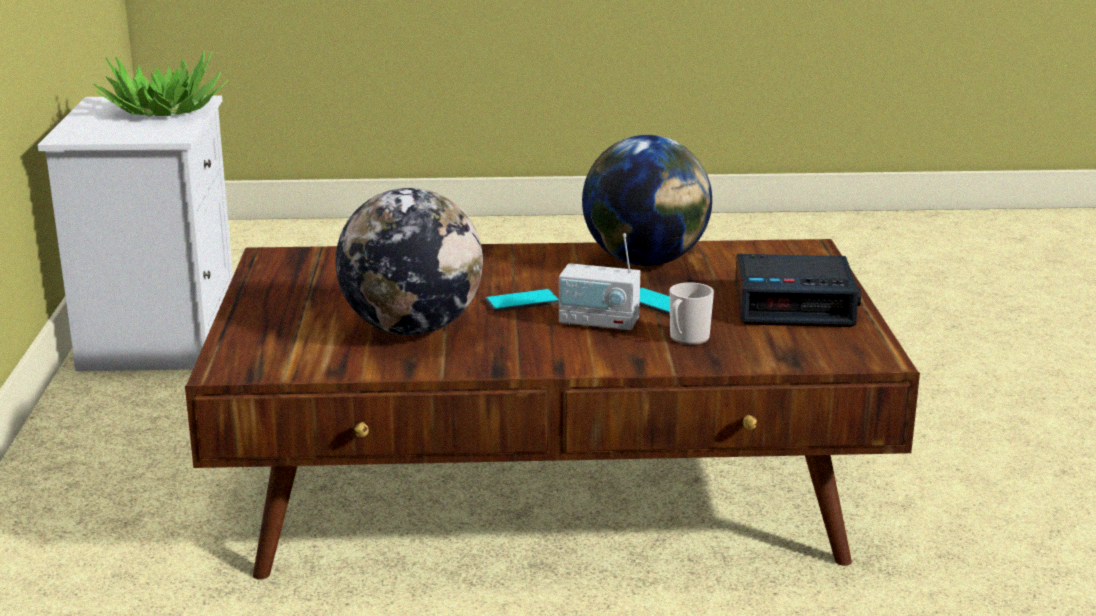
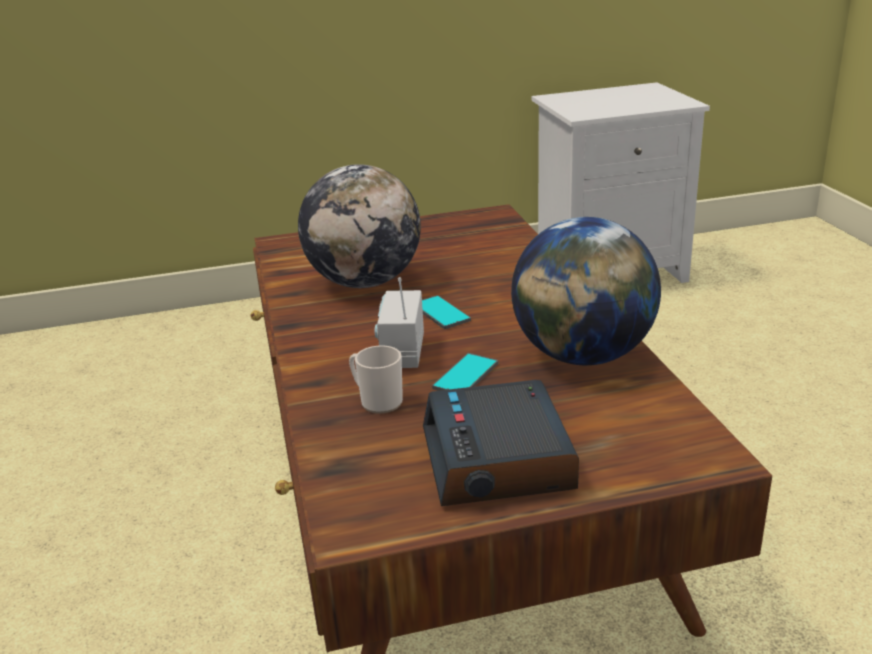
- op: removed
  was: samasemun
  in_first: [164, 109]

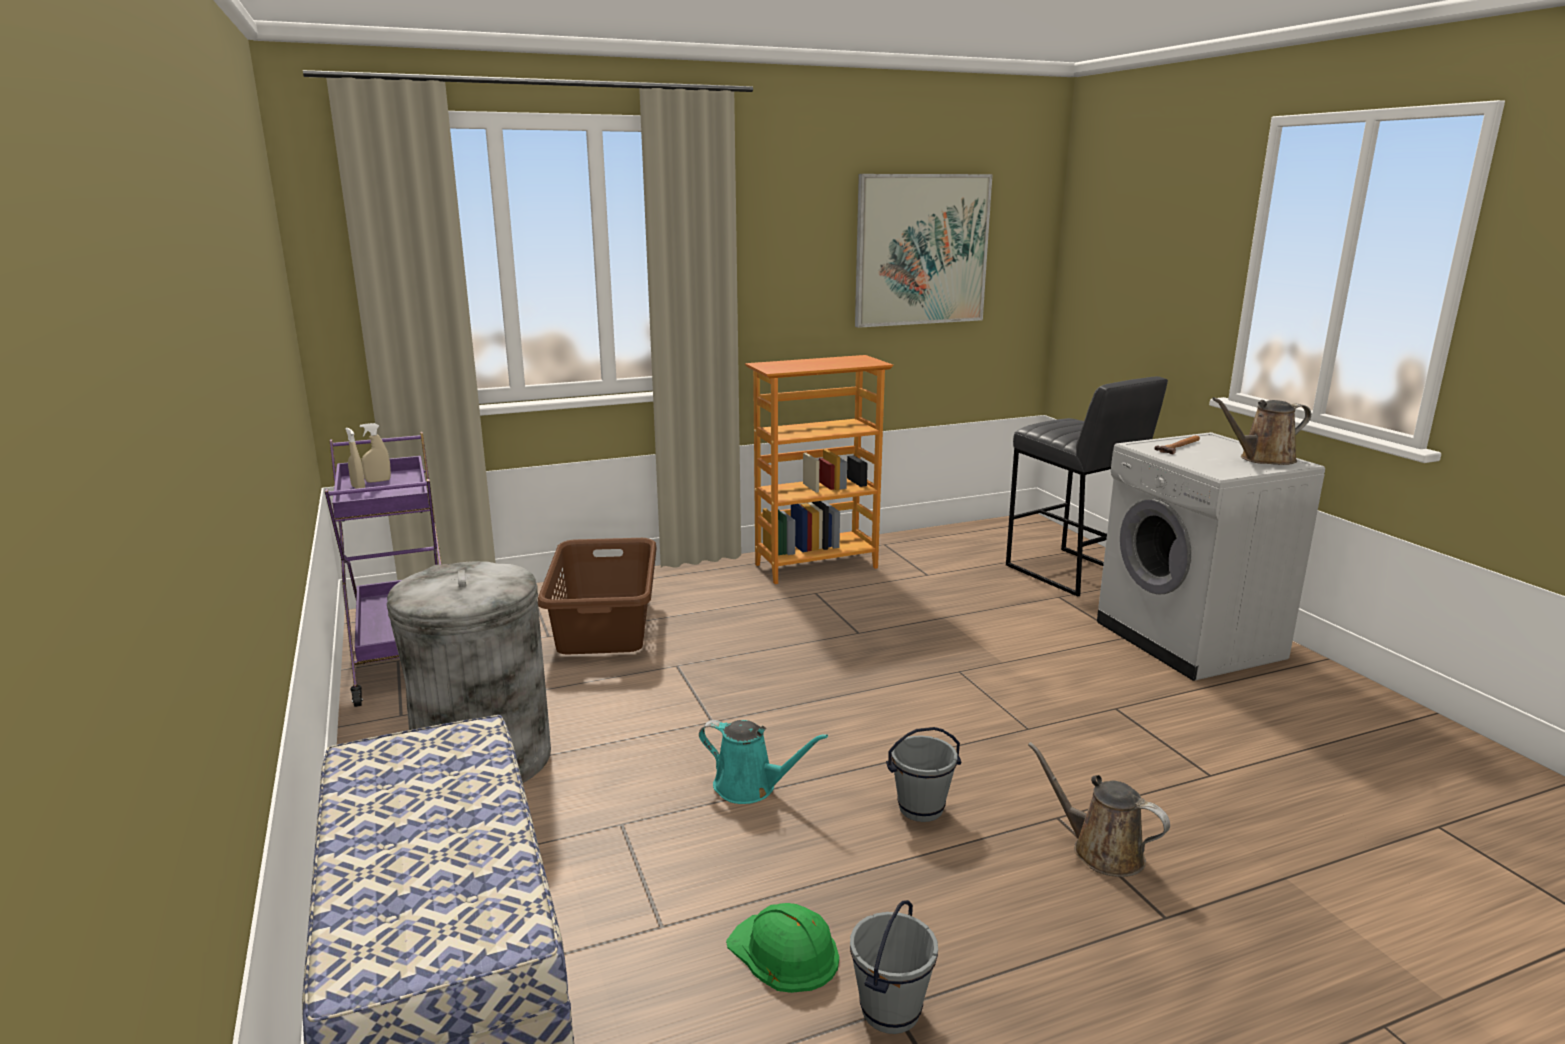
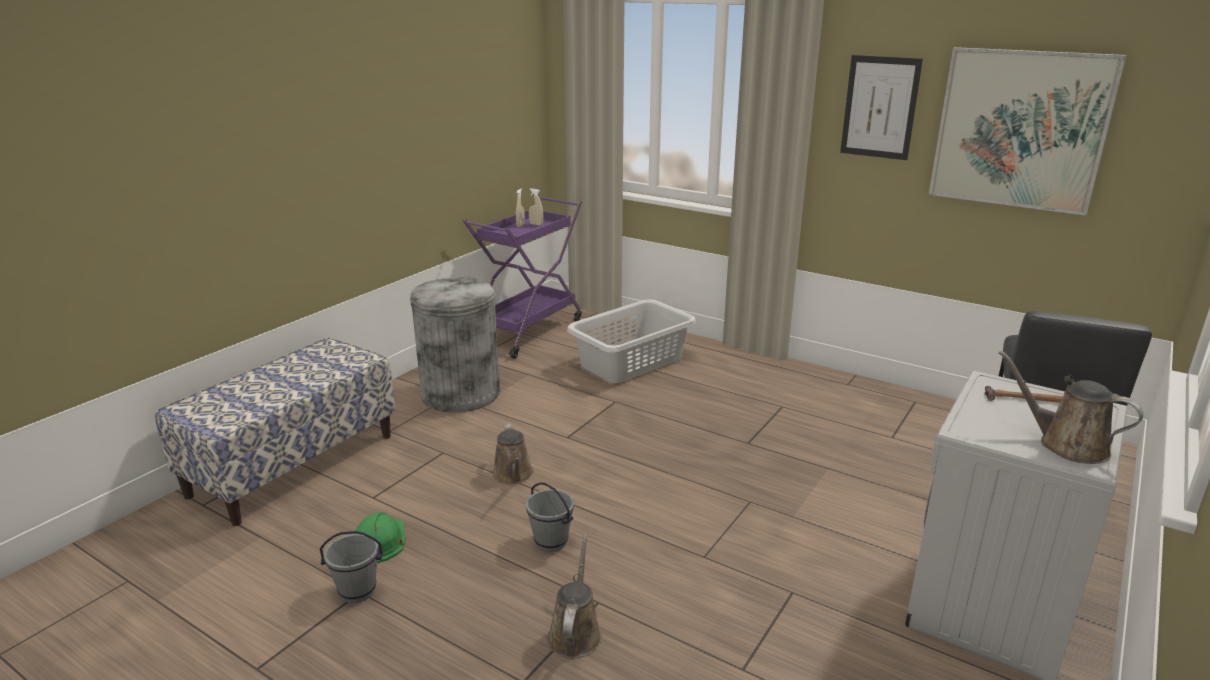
- op: recoloured
  was: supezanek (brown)
  now: supezanek (grey)
  in_first: [603, 625]
  in_second: [630, 362]
- op: recoloured
  was: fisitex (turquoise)
  now: fisitex (brown)
  in_first: [750, 787]
  in_second: [513, 475]
- op: removed
  was: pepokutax
  in_first: [816, 565]
- op: added
  now: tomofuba
  in_second: [880, 107]

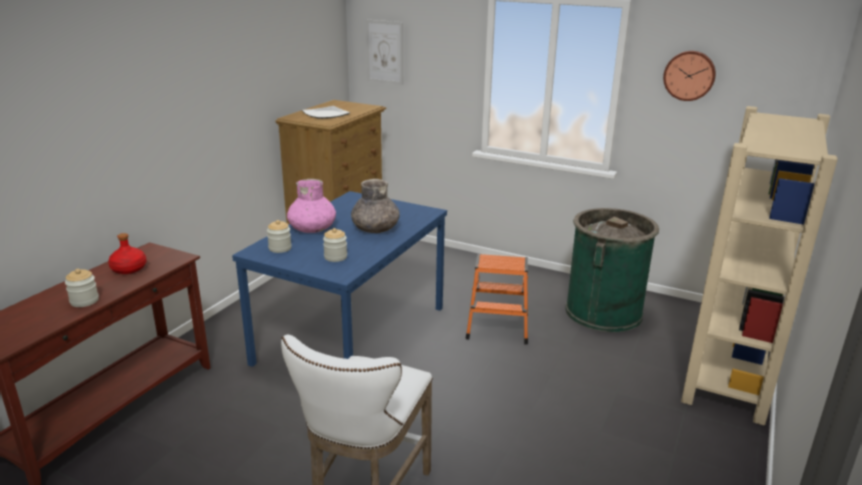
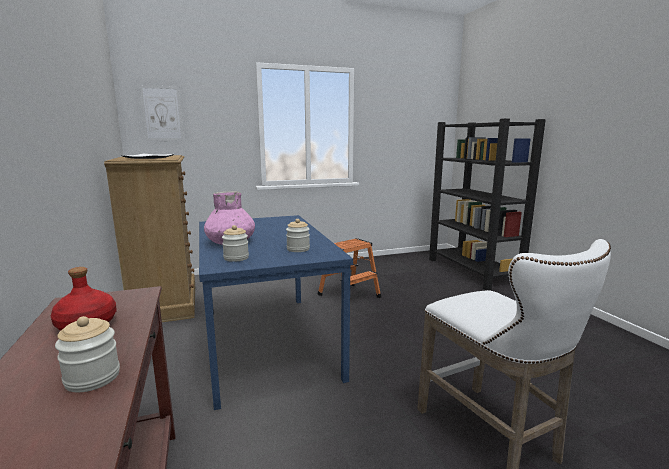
- op: removed
  was: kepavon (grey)
  in_first: [375, 229]
- op: removed
  was: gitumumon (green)
  in_first: [603, 312]
- op: removed
  was: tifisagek
  in_first: [689, 75]
- op: recoloured
  was: pepokutax (beige)
  now: pepokutax (black)
  in_first: [729, 369]
  in_second: [472, 271]

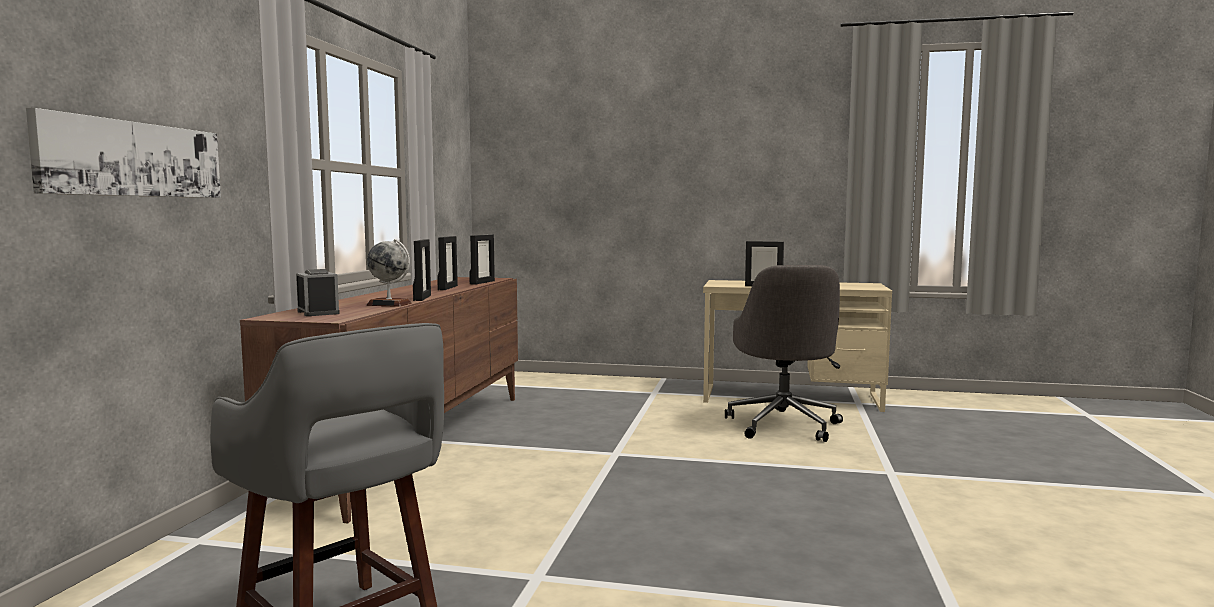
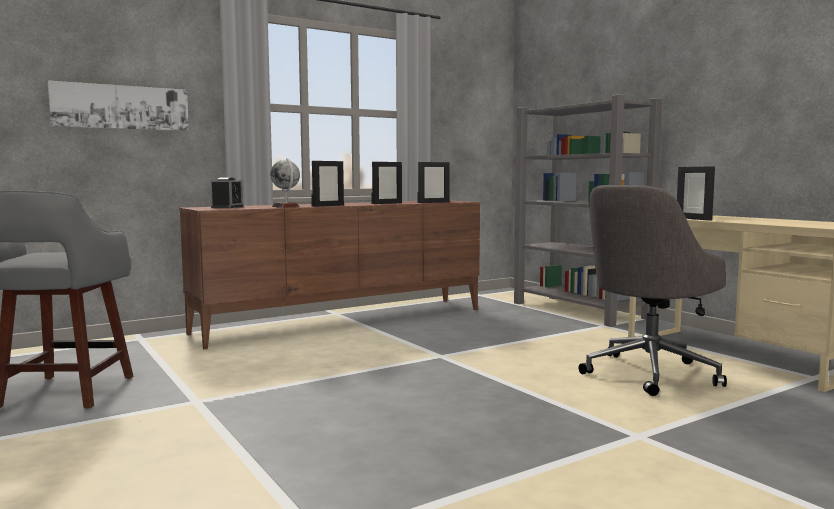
- op: added
  now: pepokutax (grey)
  in_second: [579, 310]

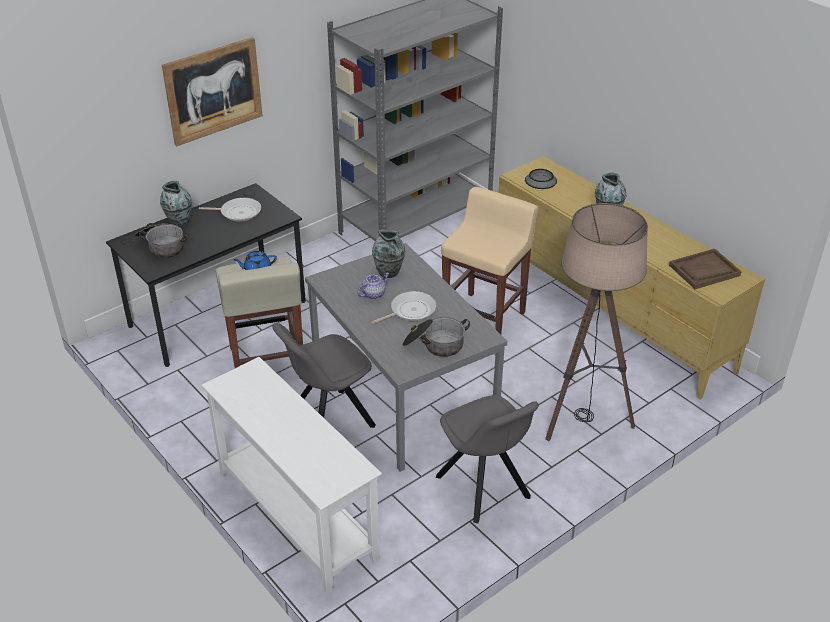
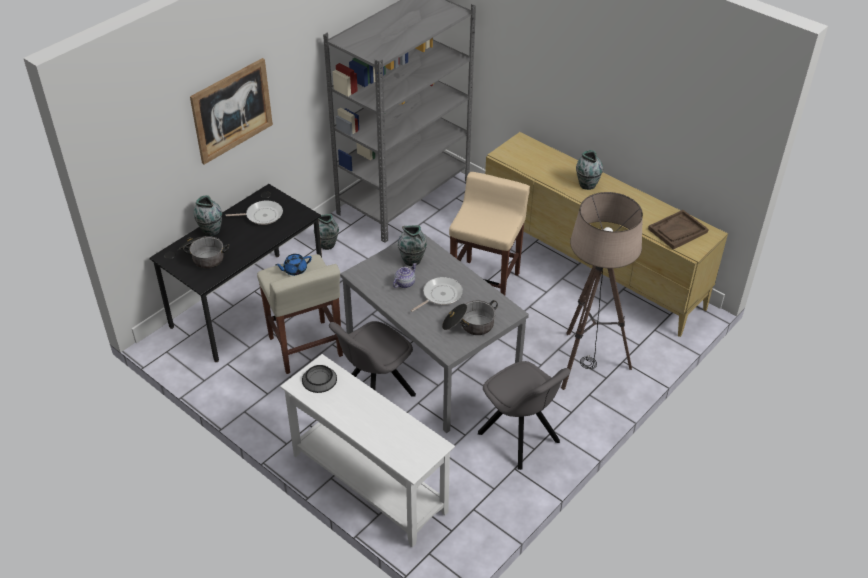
- op: moved
  was: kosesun
  in_first: [540, 180]
  in_second: [319, 379]
- op: added
  now: kepavon
  in_second: [327, 245]

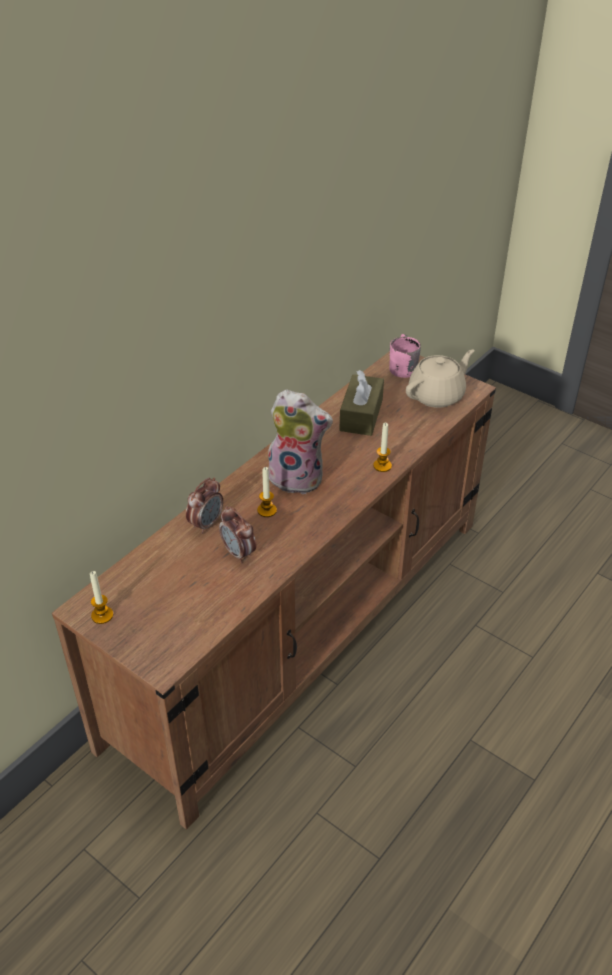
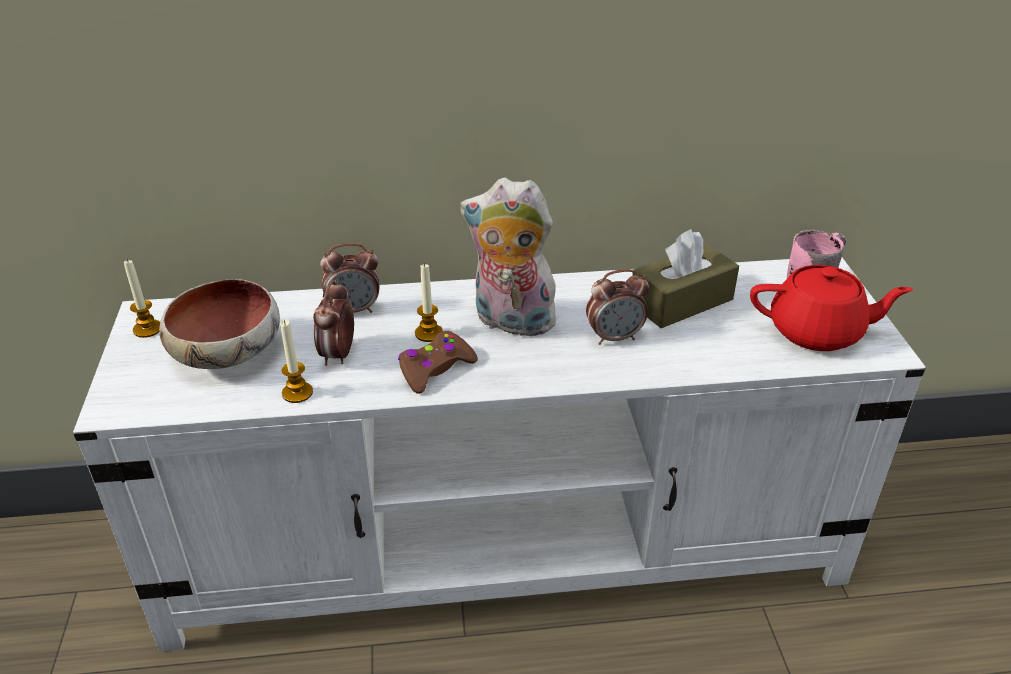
- op: recoloured
  was: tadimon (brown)
  now: tadimon (white)
  in_first: [304, 626]
  in_second: [508, 547]
- op: turned
  was: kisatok
  in_first: [298, 477]
  in_second: [510, 322]
  clockwise: 135
- op: moved
  was: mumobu
  in_first: [382, 466]
  in_second: [297, 393]
- op: recoloured
  was: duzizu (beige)
  now: duzizu (red)
  in_first: [437, 395]
  in_second: [817, 332]
- op: added
  now: kosesun
  in_second: [228, 352]
- op: added
  now: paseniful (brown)
  in_second: [435, 369]
- op: added
  now: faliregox
  in_second: [615, 337]

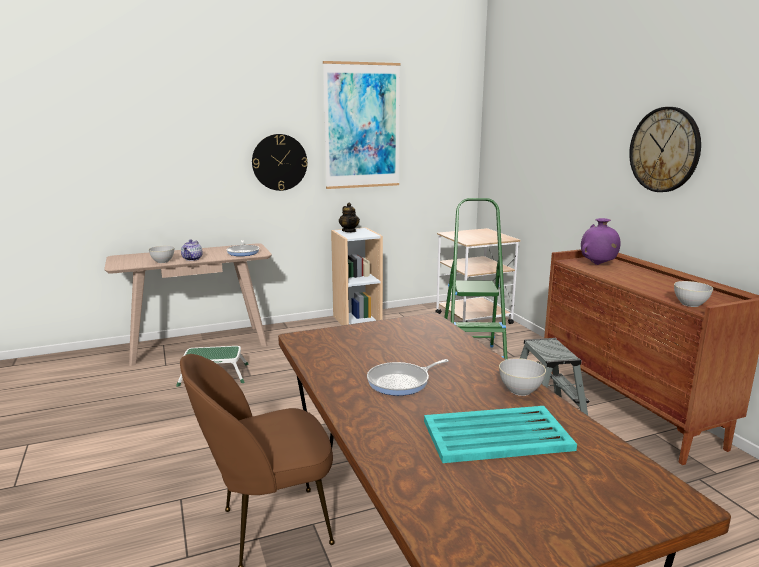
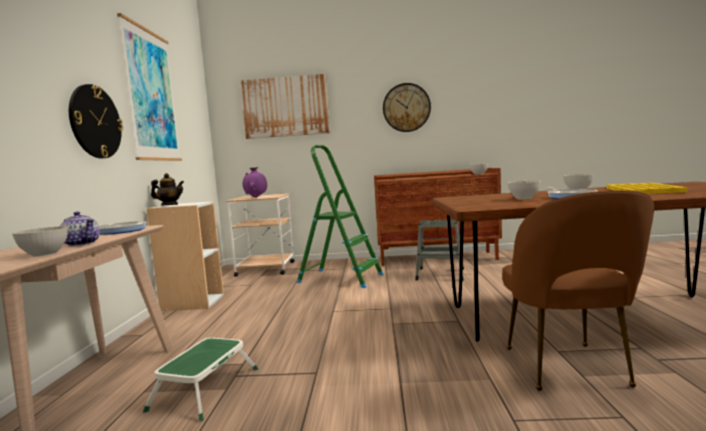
- op: recoloured
  was: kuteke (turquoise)
  now: kuteke (yellow)
  in_first: [498, 435]
  in_second: [642, 190]
- op: moved
  was: kepavon (purple)
  in_first: [597, 264]
  in_second: [256, 197]
- op: added
  now: tomofuba
  in_second: [286, 107]
- op: added
  now: kosesun (grey)
  in_second: [524, 198]

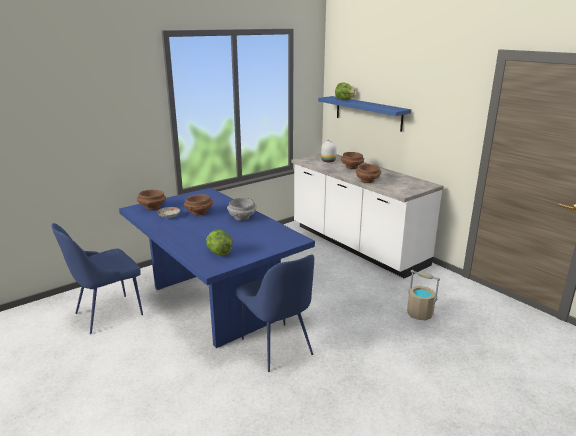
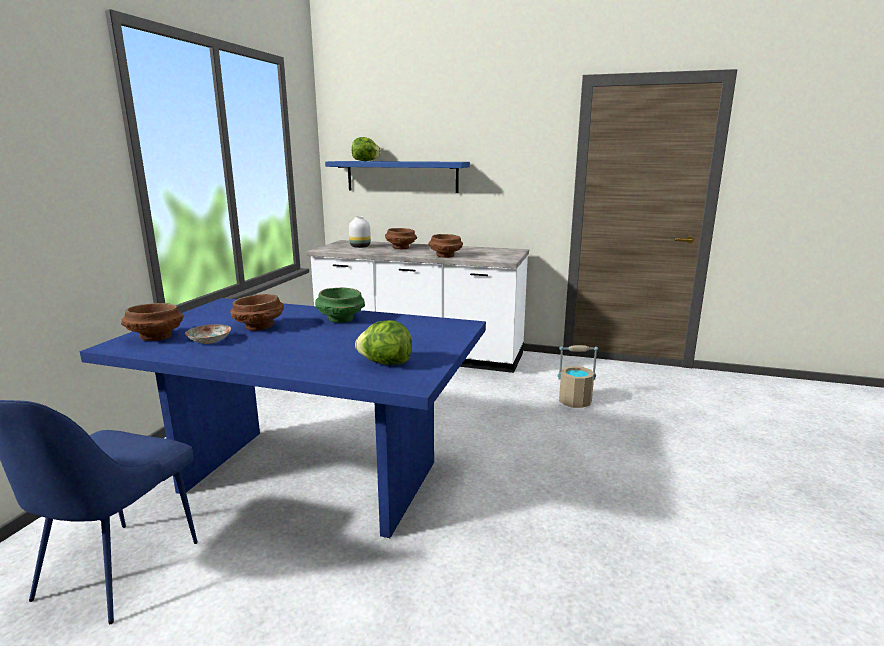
- op: recoloured
  was: kosesun (grey)
  now: kosesun (green)
  in_first: [242, 218]
  in_second: [341, 319]
- op: removed
  was: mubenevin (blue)
  in_first: [277, 346]

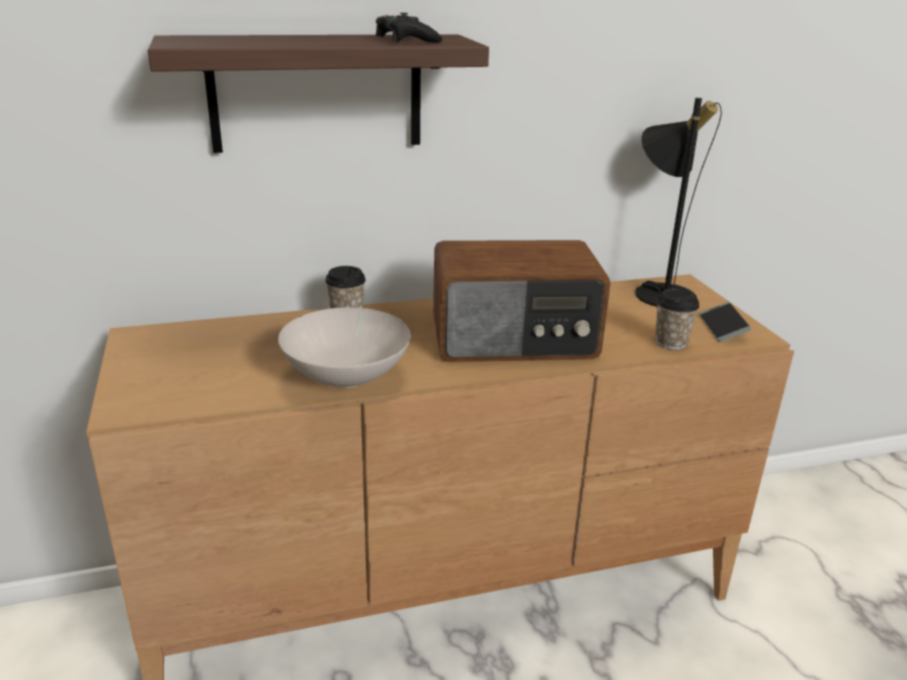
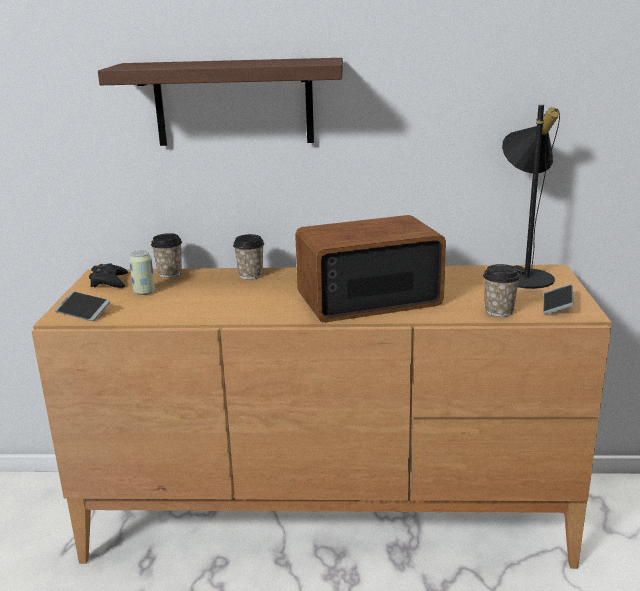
- op: removed
  was: kosesun (white)
  in_first: [349, 377]
- op: moved
  was: paseniful (black)
  in_first: [406, 39]
  in_second: [109, 281]
- op: turned
  was: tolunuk
  in_first: [514, 340]
  in_second: [367, 299]
  clockwise: 150
- op: added
  now: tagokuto
  in_second: [83, 312]
- op: added
  now: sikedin
  in_second: [144, 292]
- op: added
  now: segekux
  in_second: [170, 273]

